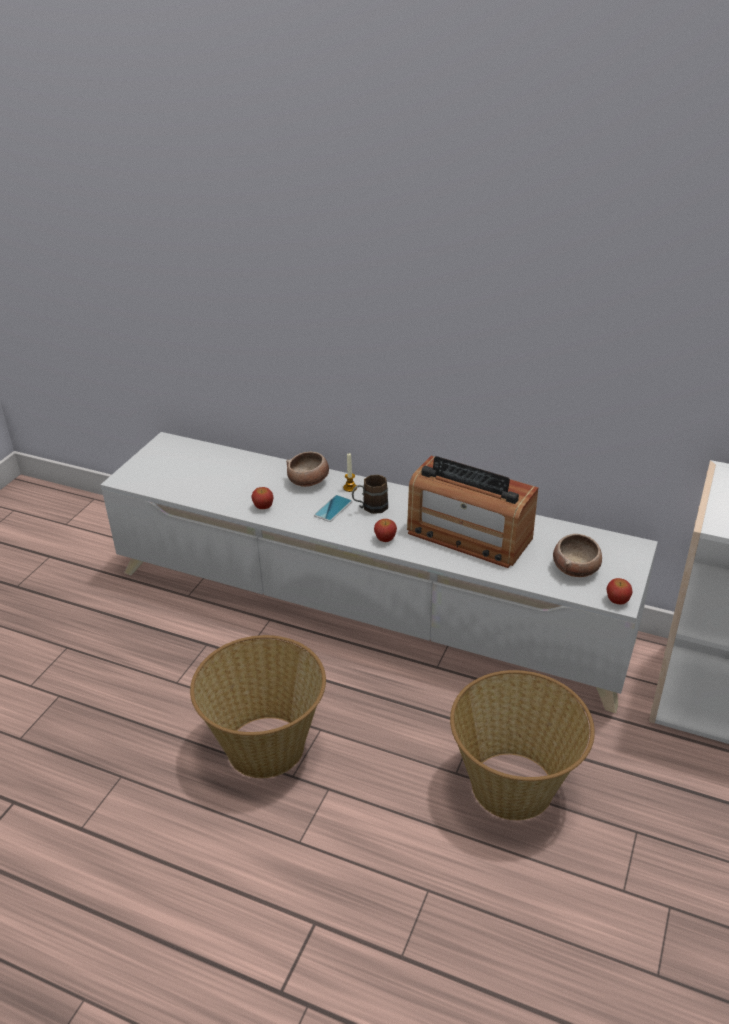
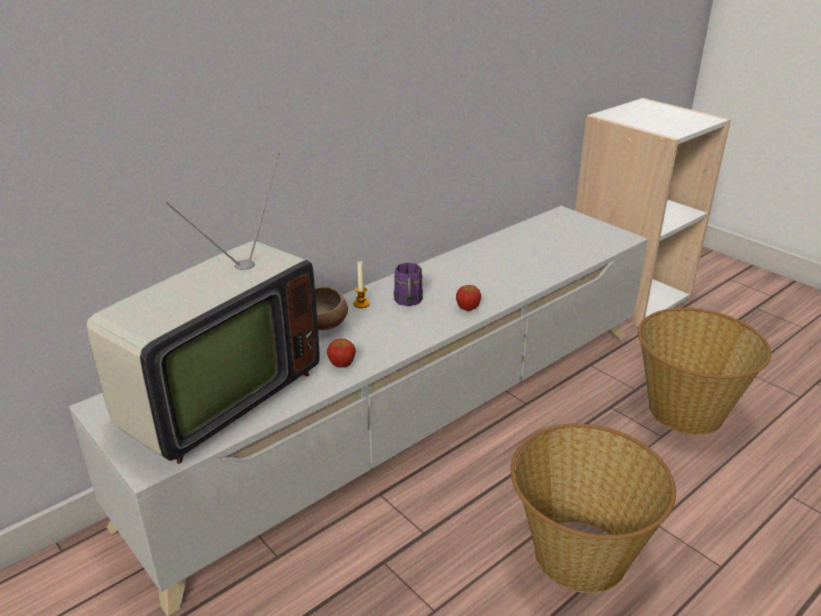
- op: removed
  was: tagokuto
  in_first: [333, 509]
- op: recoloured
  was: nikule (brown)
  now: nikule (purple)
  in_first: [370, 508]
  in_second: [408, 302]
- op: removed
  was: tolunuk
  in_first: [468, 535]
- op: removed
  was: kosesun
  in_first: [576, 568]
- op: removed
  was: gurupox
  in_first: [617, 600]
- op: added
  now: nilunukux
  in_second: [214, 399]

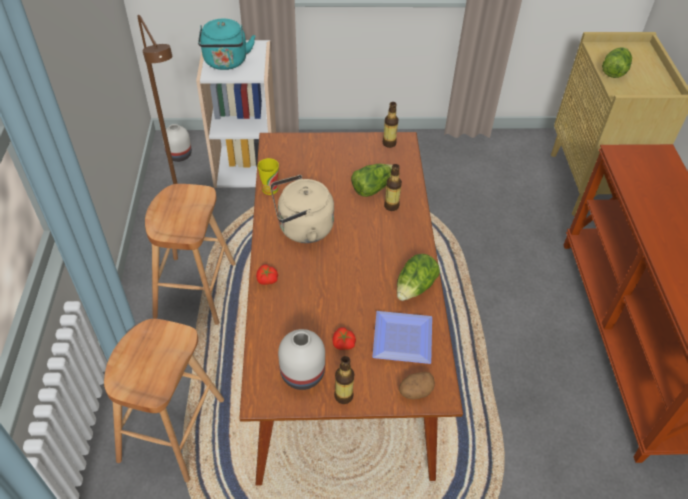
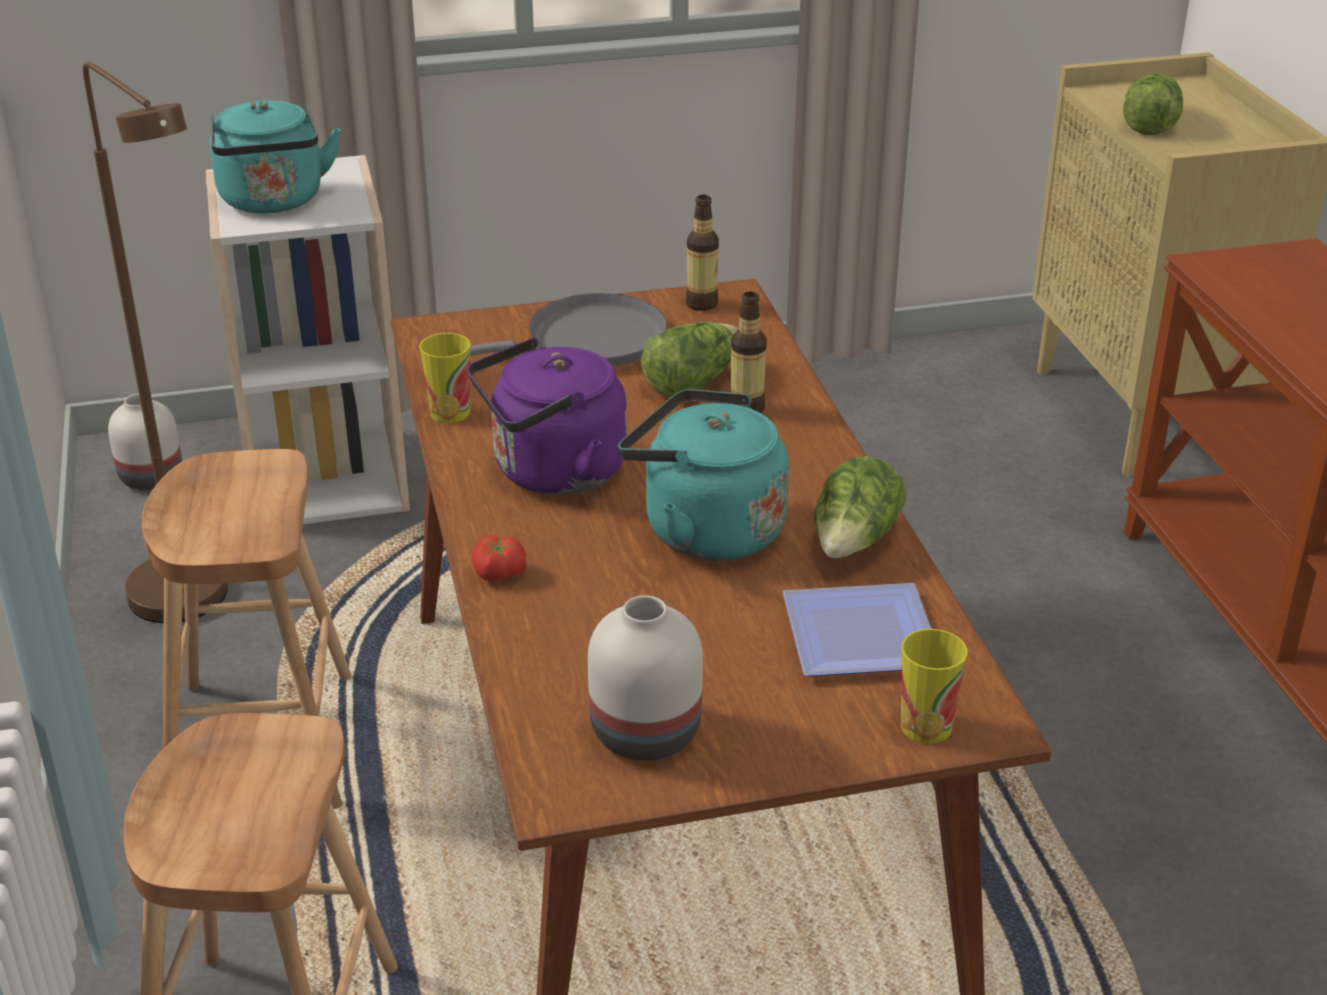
- op: recoloured
  was: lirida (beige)
  now: lirida (purple)
  in_first: [302, 229]
  in_second: [552, 473]
- op: removed
  was: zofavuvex
  in_first: [343, 344]
- op: removed
  was: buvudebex
  in_first: [343, 396]
- op: replaced
  was: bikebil
  now: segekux
  in_first: [415, 391]
  in_second: [926, 726]
- op: added
  now: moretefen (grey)
  in_second: [587, 342]
- op: added
  now: lirida (turquoise)
  in_second: [705, 530]

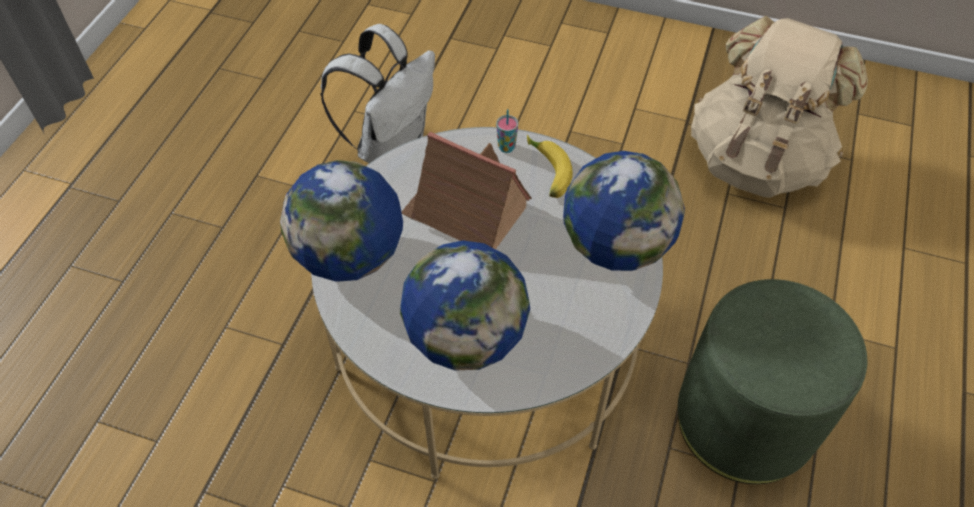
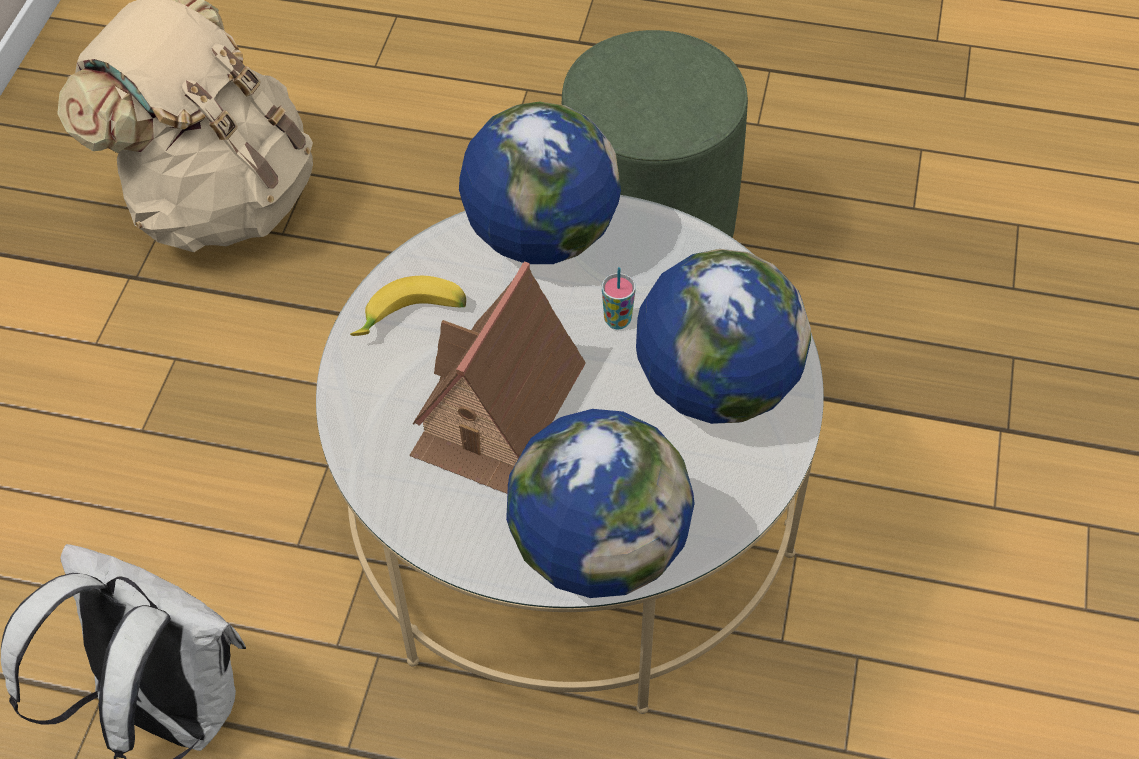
- op: moved
  was: segekux
  in_first: [506, 147]
  in_second: [617, 320]

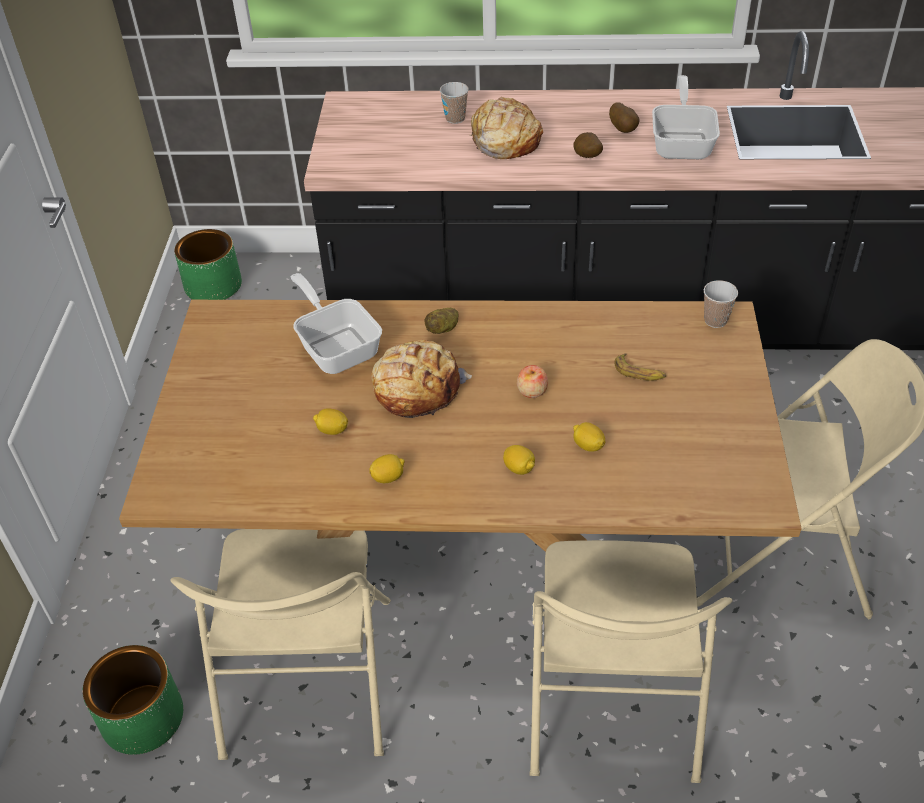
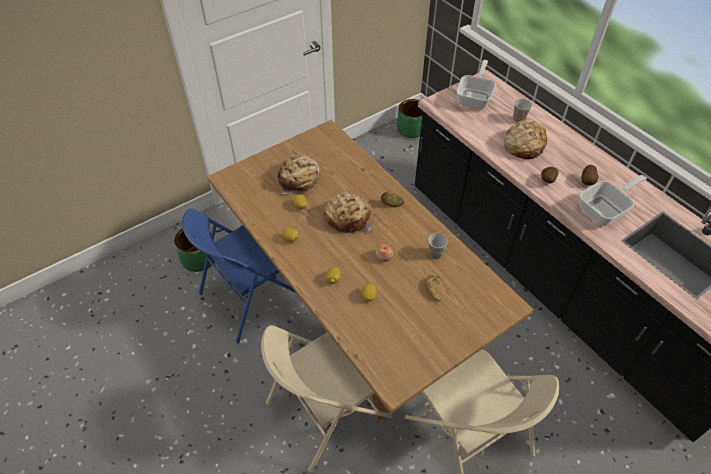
- op: recoloured
  was: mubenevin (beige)
  now: mubenevin (blue)
  in_first: [308, 676]
  in_second: [253, 295]
- op: moved
  was: moretefen
  in_first: [337, 346]
  in_second: [475, 97]
- op: moved
  was: segekux
  in_first: [715, 320]
  in_second: [435, 254]
- op: added
  now: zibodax
  in_second: [299, 179]

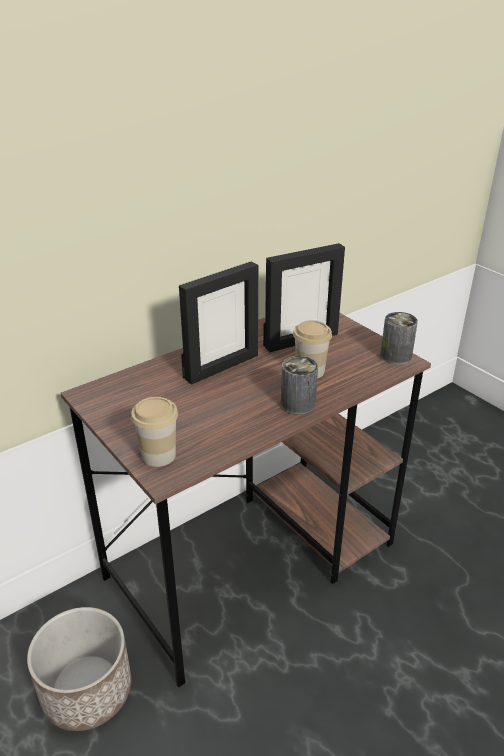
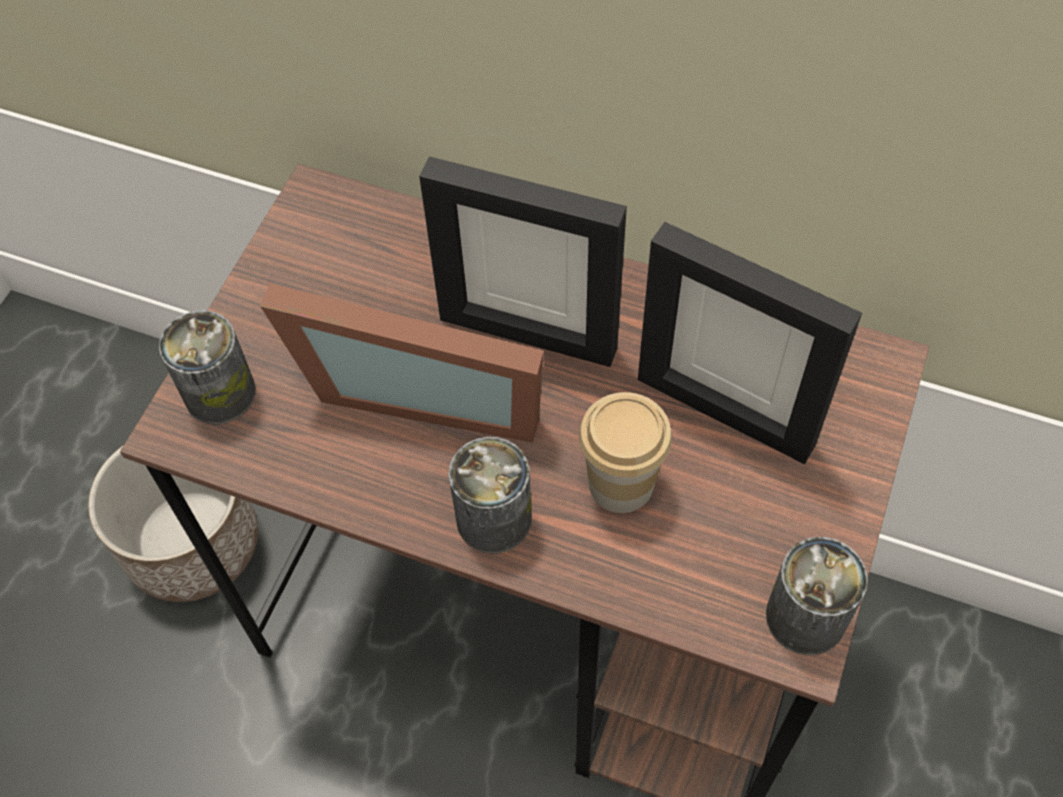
- op: replaced
  was: segekux
  now: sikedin
  in_first: [158, 455]
  in_second: [220, 393]
- op: added
  now: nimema
  in_second: [423, 389]

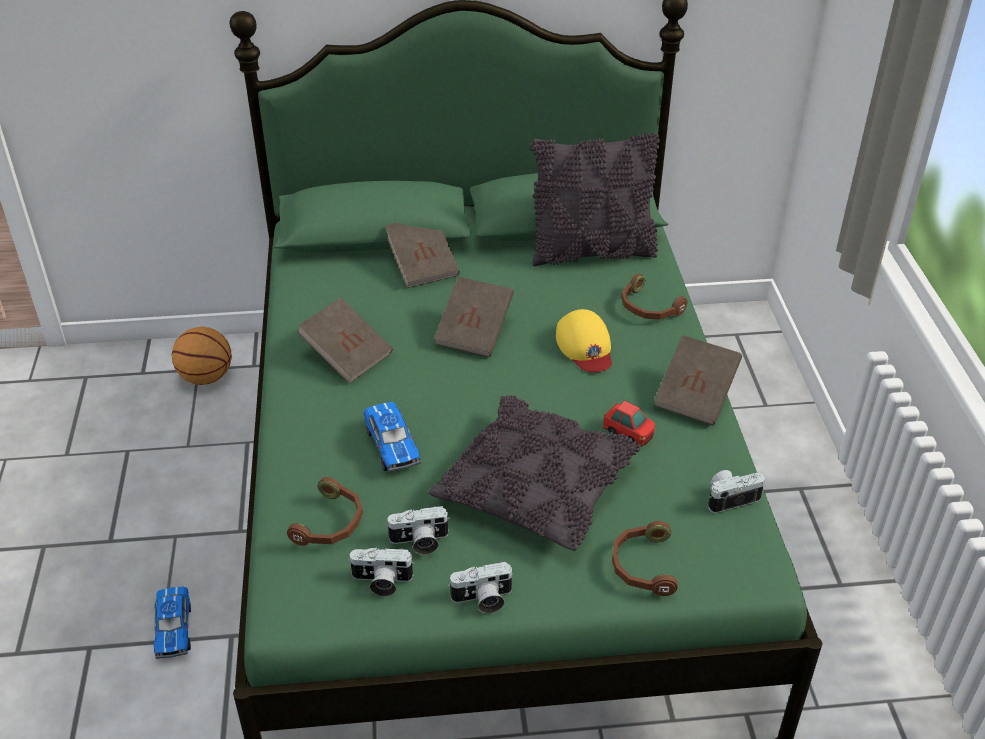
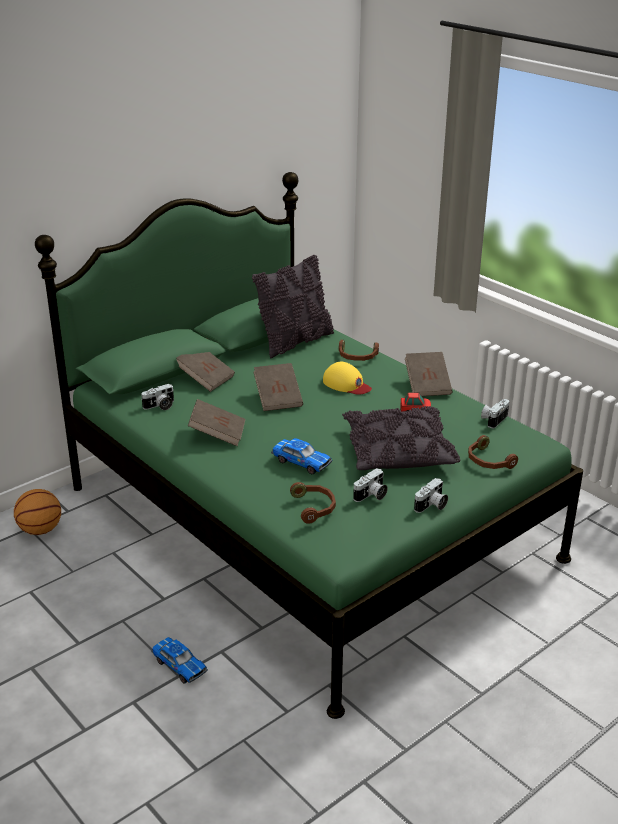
- op: moved
  was: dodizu
  in_first: [381, 582]
  in_second: [160, 406]

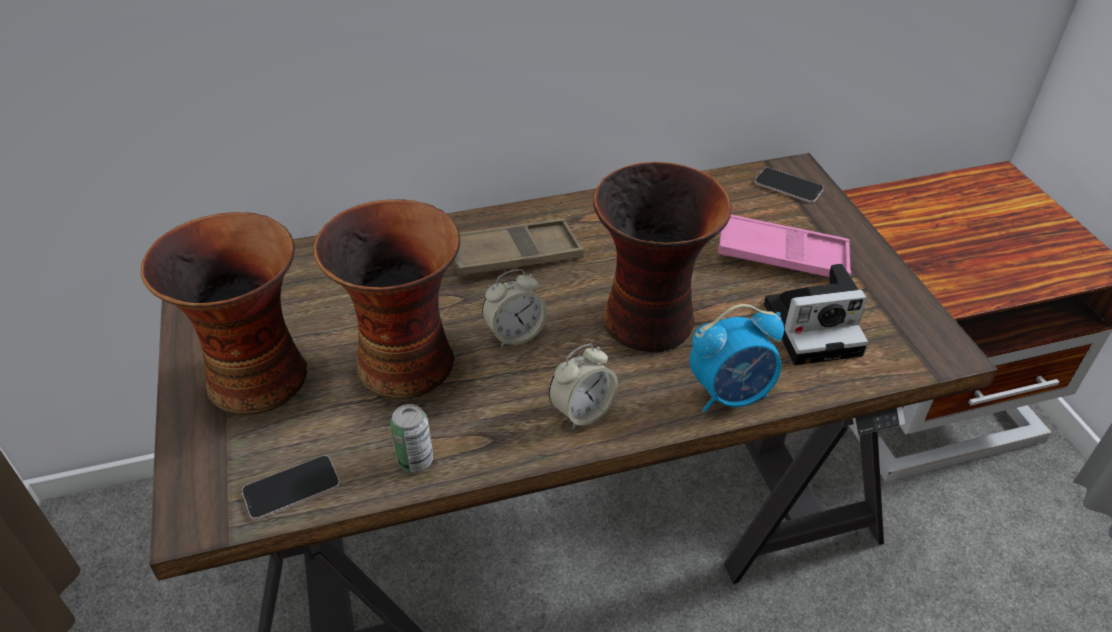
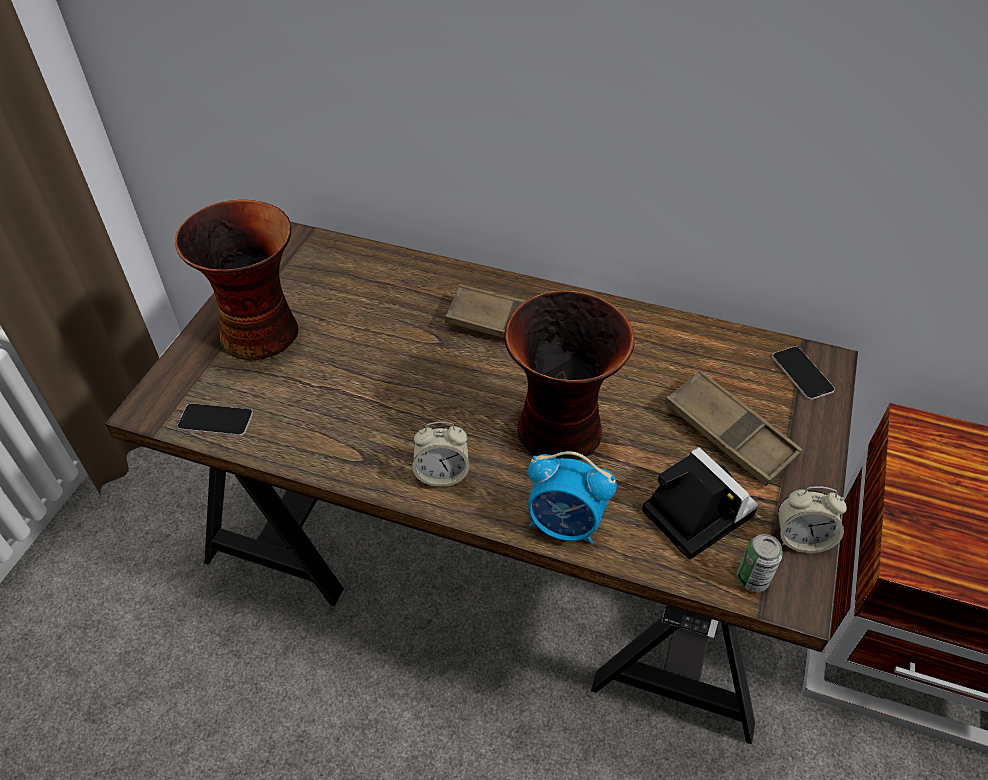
- op: removed
  was: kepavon
  in_first: [407, 361]
- op: moved
  was: sikedin
  in_first: [415, 460]
  in_second: [752, 579]
- op: moved
  was: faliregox
  in_first: [515, 334]
  in_second: [801, 538]
- op: recoloured
  was: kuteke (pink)
  now: kuteke (brown)
  in_first: [782, 255]
  in_second: [729, 433]
- op: turned
  was: dodizu
  in_first: [815, 327]
  in_second: [693, 510]
  clockwise: -150

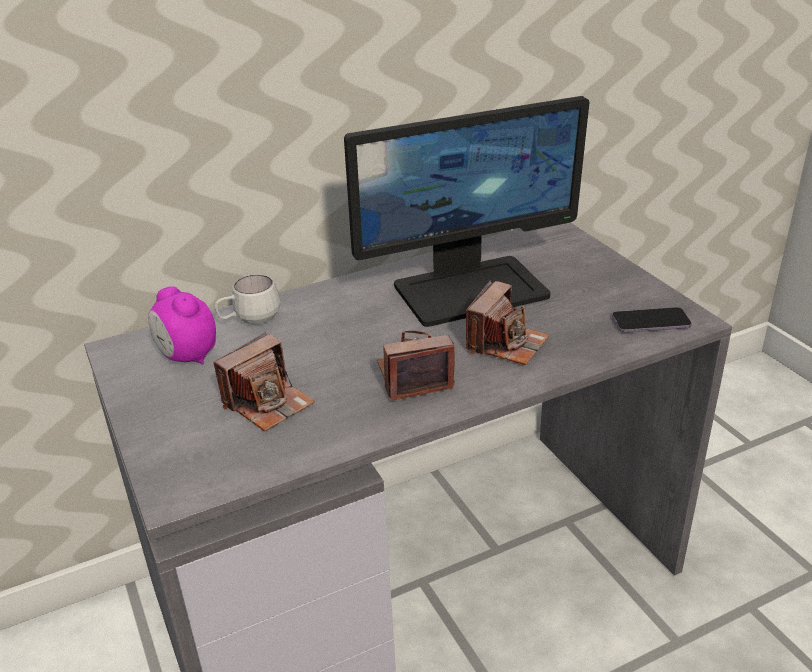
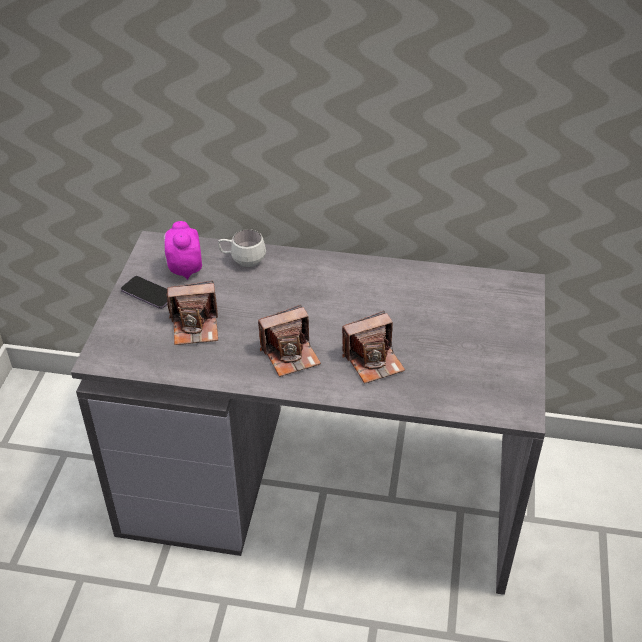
- op: removed
  was: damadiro
  in_first: [470, 289]
- op: turned
  was: dodizu
  in_first: [413, 378]
  in_second: [290, 354]
  clockwise: 135
- op: moved
  was: tagokuto
  in_first: [650, 322]
  in_second: [148, 294]

